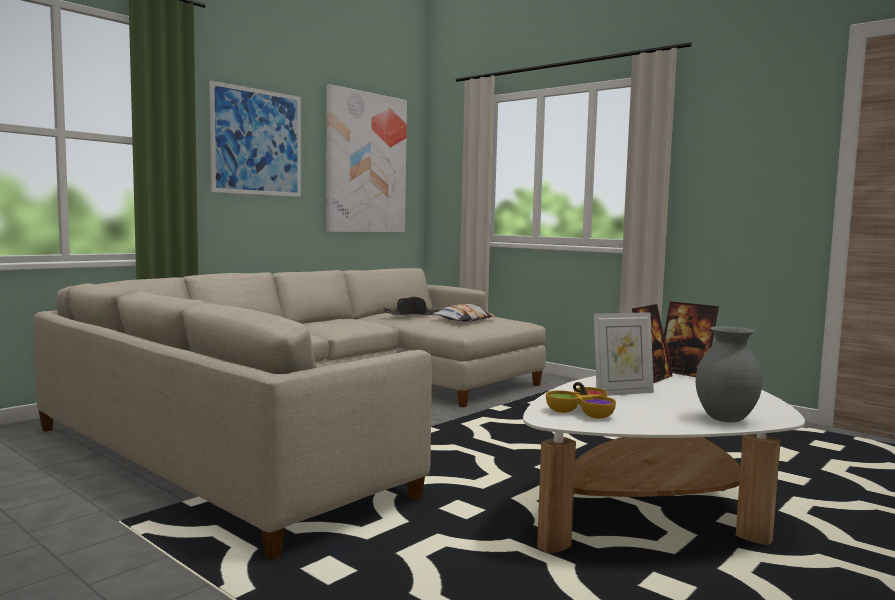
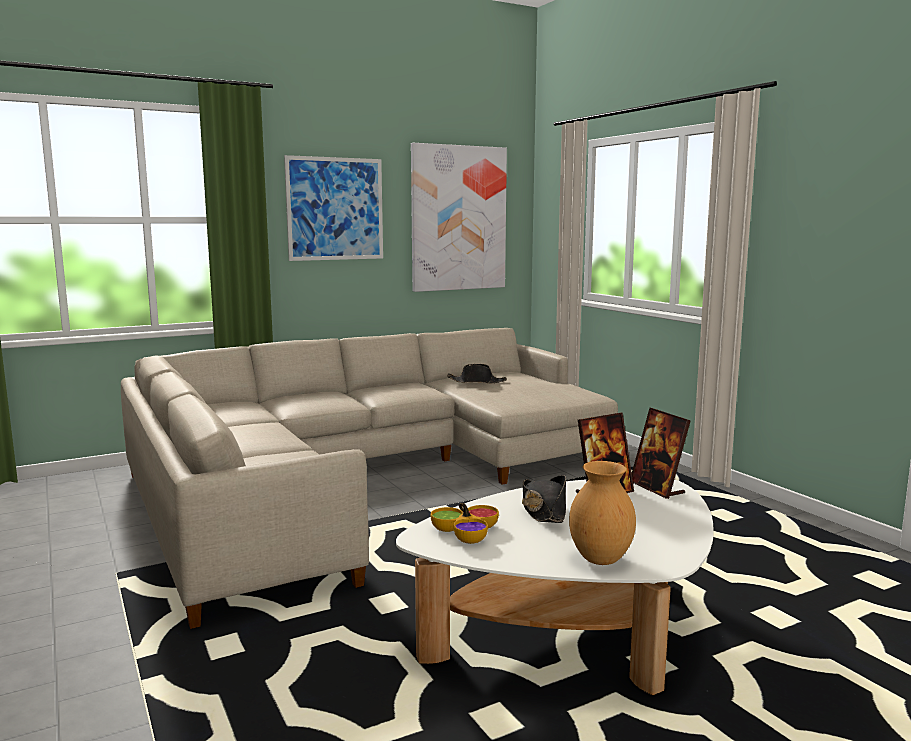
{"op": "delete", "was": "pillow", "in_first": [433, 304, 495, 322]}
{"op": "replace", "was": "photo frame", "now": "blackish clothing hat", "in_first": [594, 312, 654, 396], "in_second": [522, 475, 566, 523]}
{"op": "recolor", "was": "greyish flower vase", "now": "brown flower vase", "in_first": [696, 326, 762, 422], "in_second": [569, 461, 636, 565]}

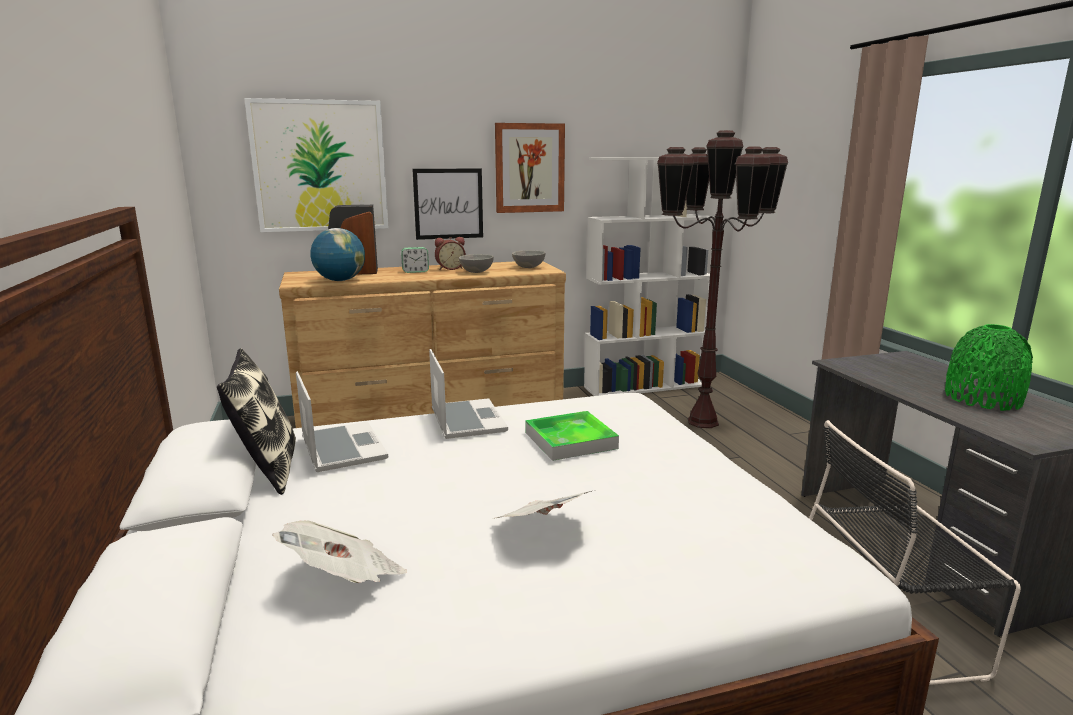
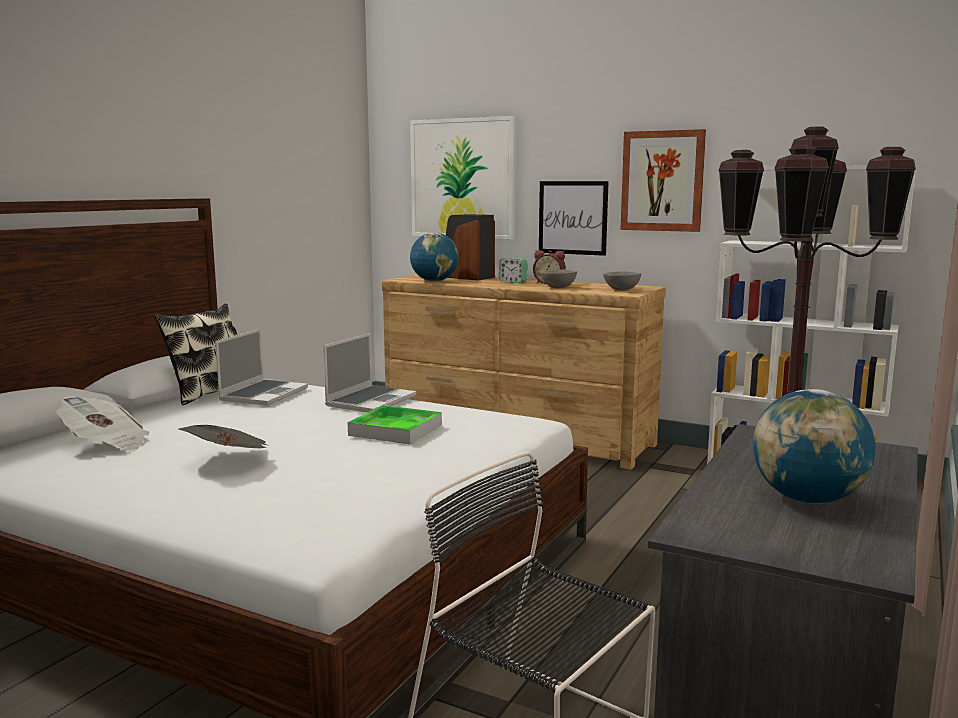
{"op": "replace", "was": "green-coloured flower vase", "now": "desk globe", "in_first": [945, 324, 1033, 411], "in_second": [753, 389, 876, 504]}

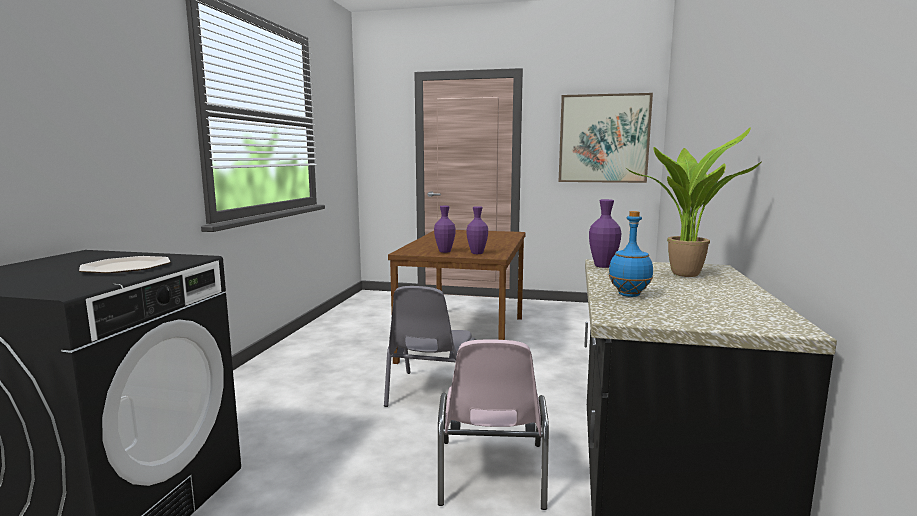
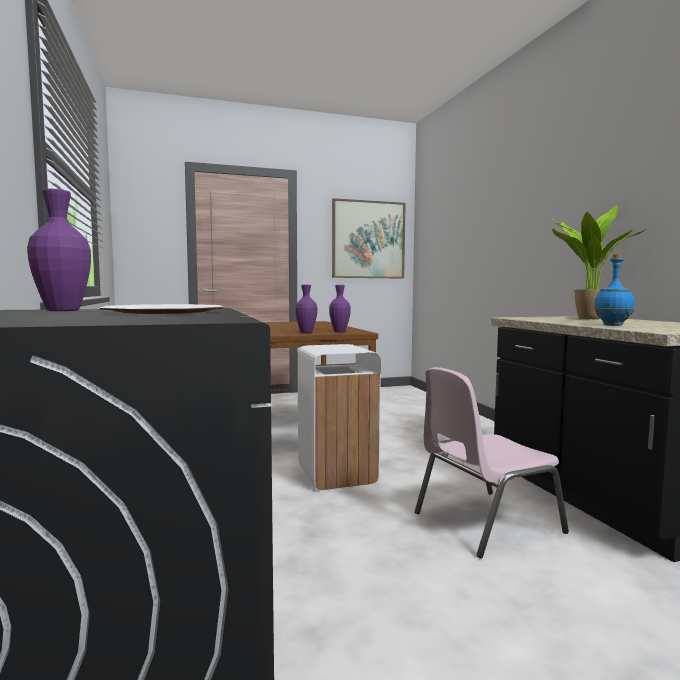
{"op": "replace", "was": "greyish upright chair", "now": "whitish rubbish bin", "in_first": [384, 286, 476, 407], "in_second": [298, 344, 381, 491]}
{"op": "rotate", "was": "pink-coloured upright chair", "in_first": [438, 339, 549, 510], "in_second": [415, 367, 569, 558], "clockwise": 90}
{"op": "move", "was": "purple flower vase", "in_first": [589, 199, 621, 268], "in_second": [27, 189, 91, 311]}

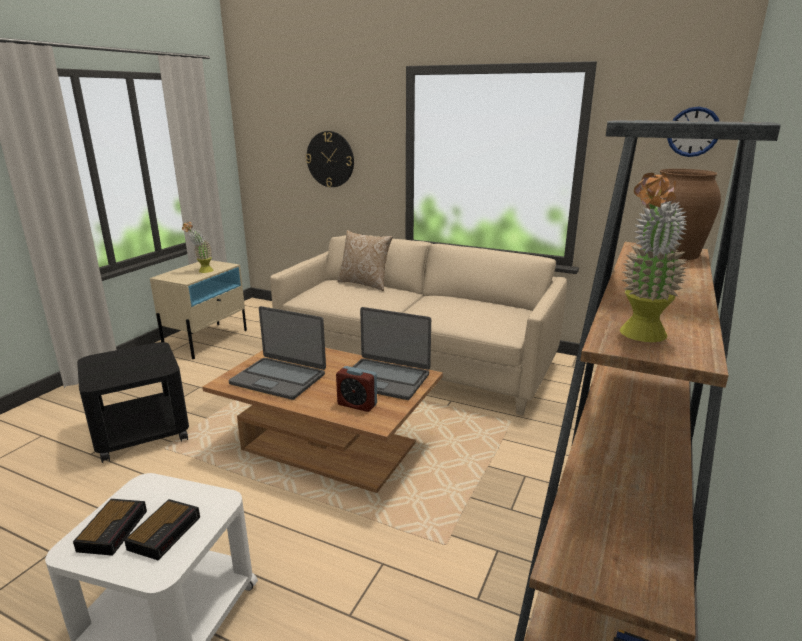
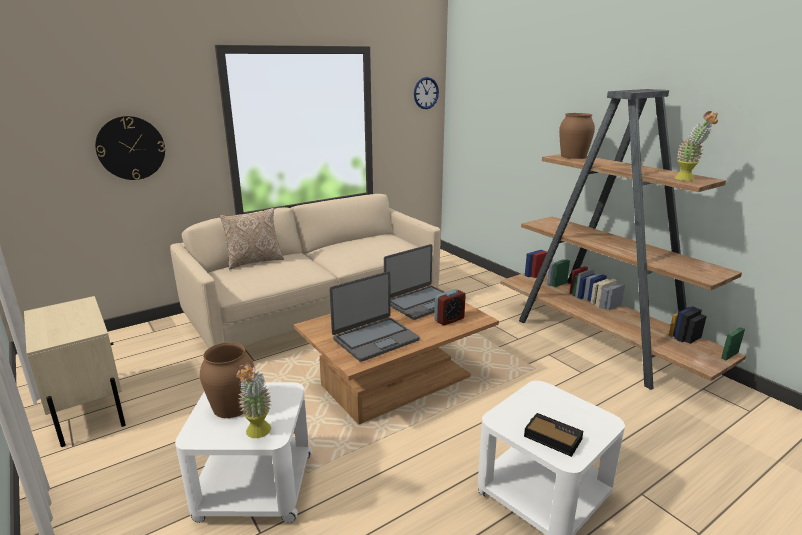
{"op": "recolor", "was": "blackish side table", "now": "whitish side table", "in_first": [77, 342, 189, 463], "in_second": [175, 382, 312, 523]}
{"op": "delete", "was": "alarm clock", "in_first": [124, 499, 200, 560]}
{"op": "move", "was": "houseplant", "in_first": [182, 222, 213, 273], "in_second": [236, 362, 271, 438]}
{"op": "insert", "now": "brown flower vase", "in_second": [200, 342, 254, 418]}

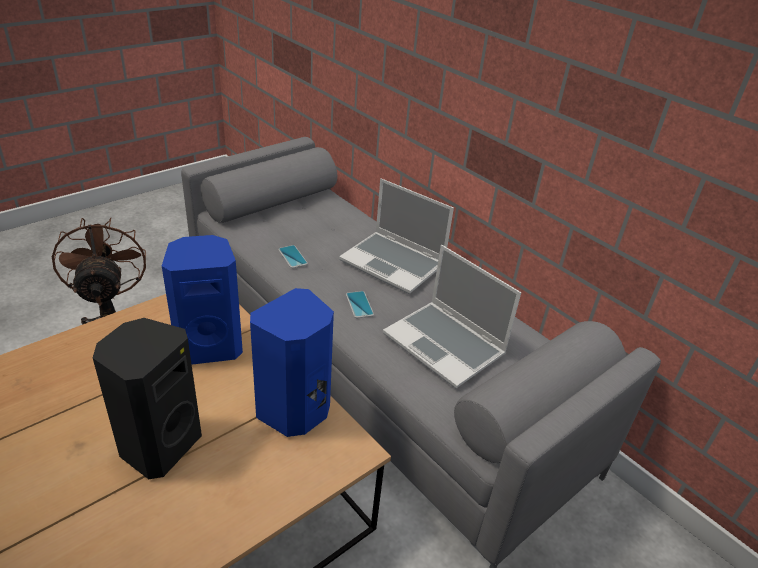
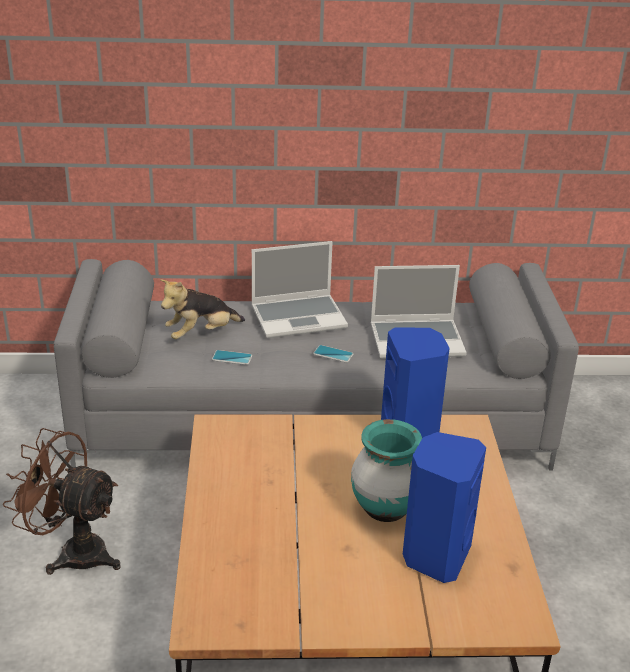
{"op": "replace", "was": "blackish audio speaker", "now": "turquoise-coloured flower vase", "in_first": [93, 318, 202, 479], "in_second": [351, 419, 422, 522]}
{"op": "move", "was": "bluish audio speaker", "in_first": [162, 235, 243, 364], "in_second": [403, 432, 486, 583]}
{"op": "insert", "now": "plush toy", "in_second": [160, 279, 245, 339]}

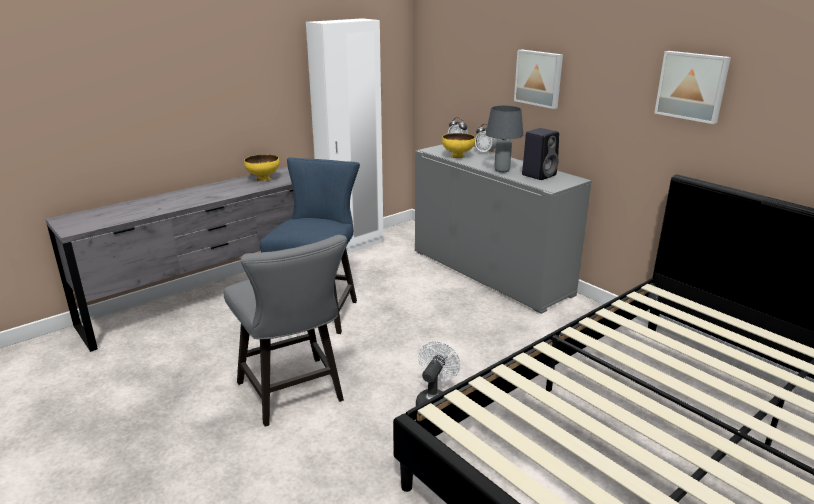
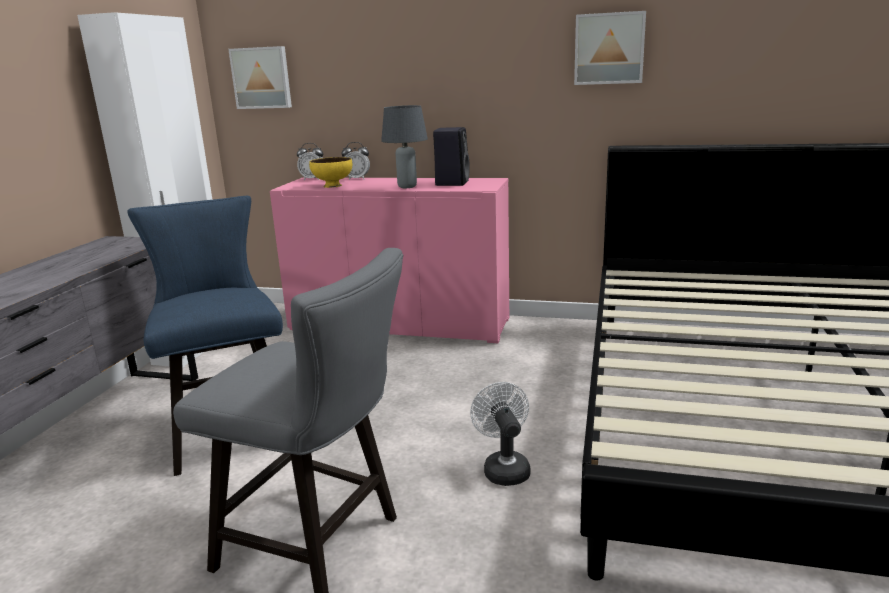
{"op": "delete", "was": "yellow-coloured deep dish", "in_first": [244, 154, 280, 181]}
{"op": "recolor", "was": "greyish cabinet", "now": "pink-coloured cabinet", "in_first": [415, 144, 592, 314], "in_second": [270, 178, 509, 343]}
{"op": "move", "was": "wall art", "in_first": [514, 49, 563, 109], "in_second": [228, 46, 292, 109]}

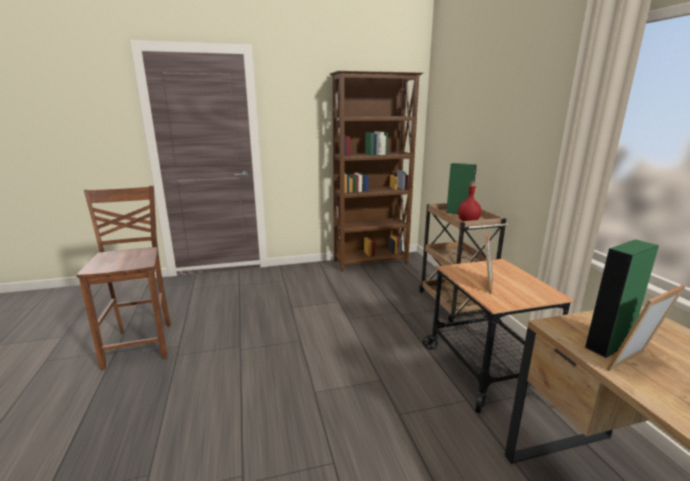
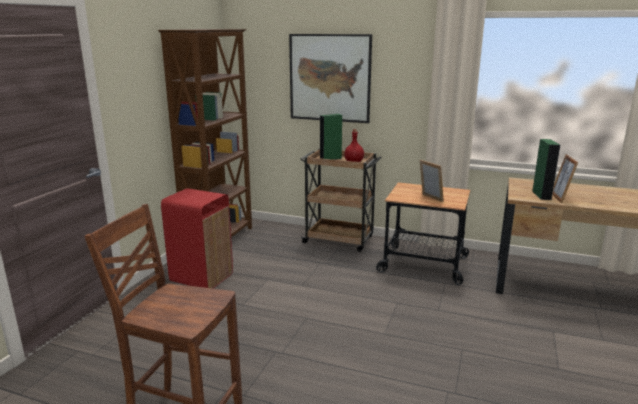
{"op": "insert", "now": "reddish rubbish bin", "in_second": [161, 188, 233, 288]}
{"op": "insert", "now": "wall art", "in_second": [289, 34, 372, 123]}

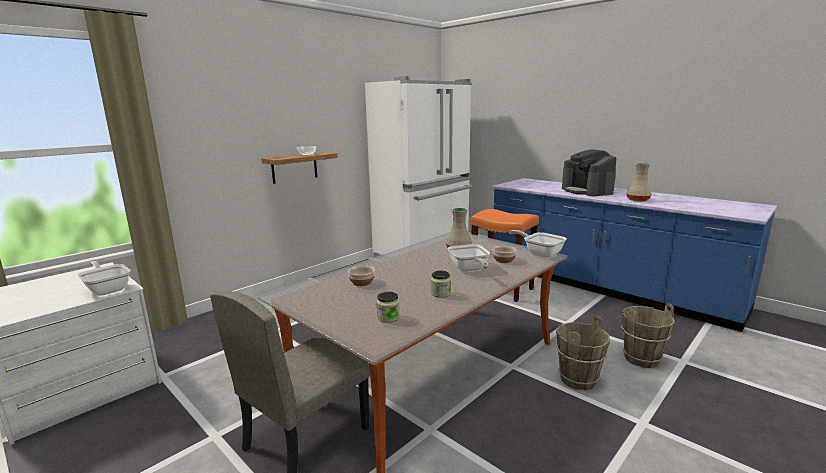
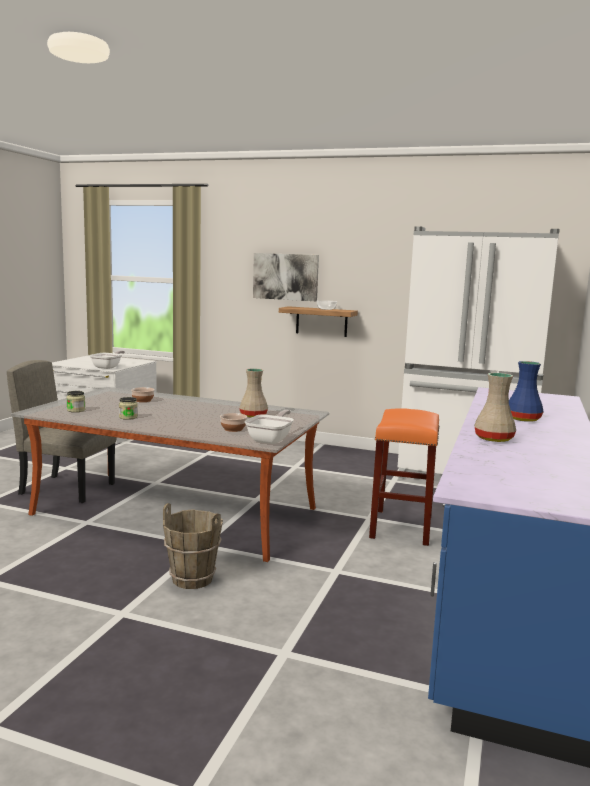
{"op": "delete", "was": "skillet", "in_first": [447, 244, 490, 271]}
{"op": "replace", "was": "coffee brewer", "now": "bluish flower vase", "in_first": [562, 149, 616, 196], "in_second": [509, 361, 544, 422]}
{"op": "delete", "was": "brown bucket", "in_first": [621, 303, 675, 368]}
{"op": "insert", "now": "wall art", "in_second": [253, 253, 319, 301]}

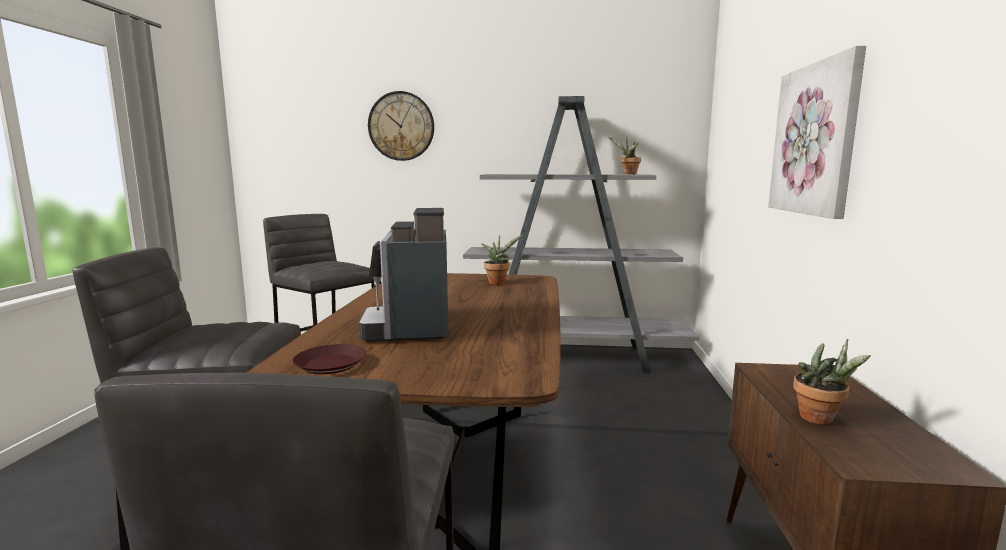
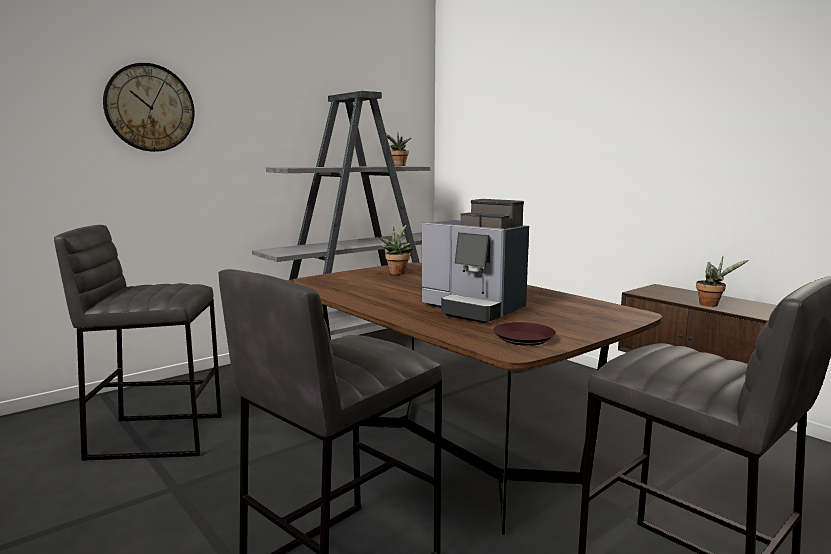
{"op": "delete", "was": "wall art", "in_first": [768, 46, 866, 219]}

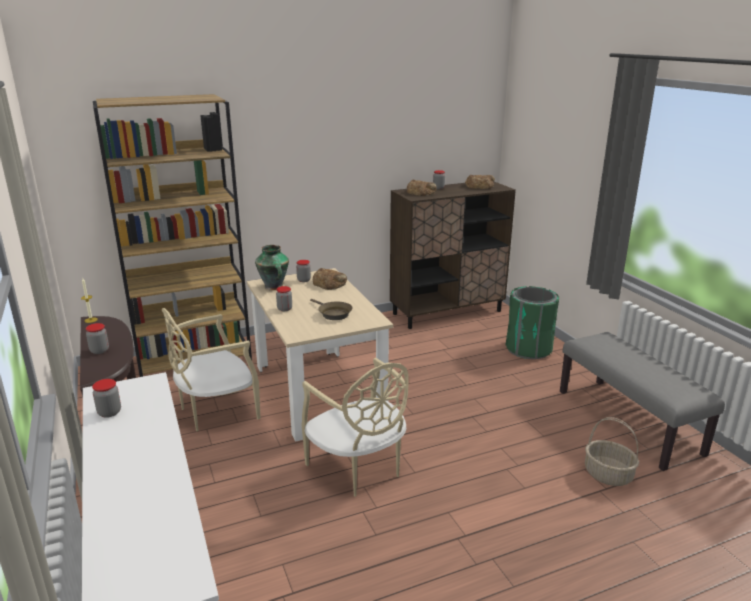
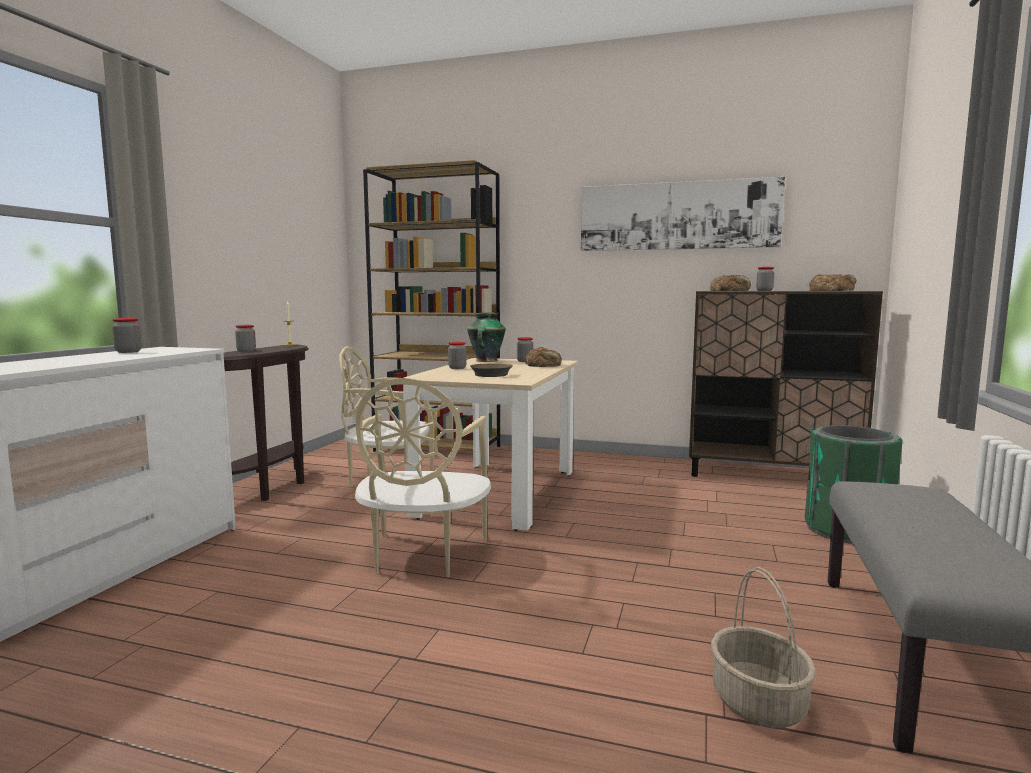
{"op": "insert", "now": "wall art", "in_second": [581, 177, 785, 251]}

